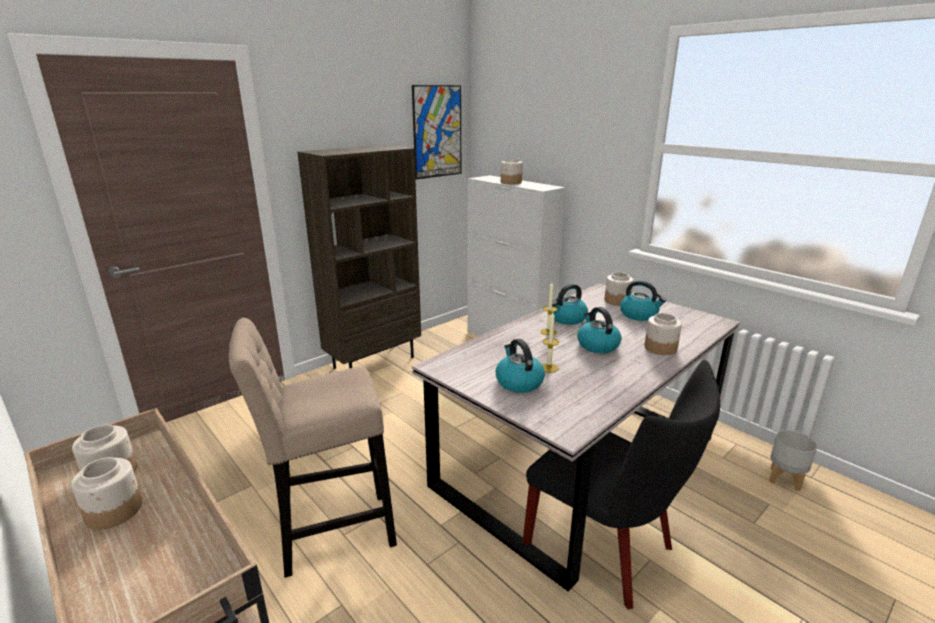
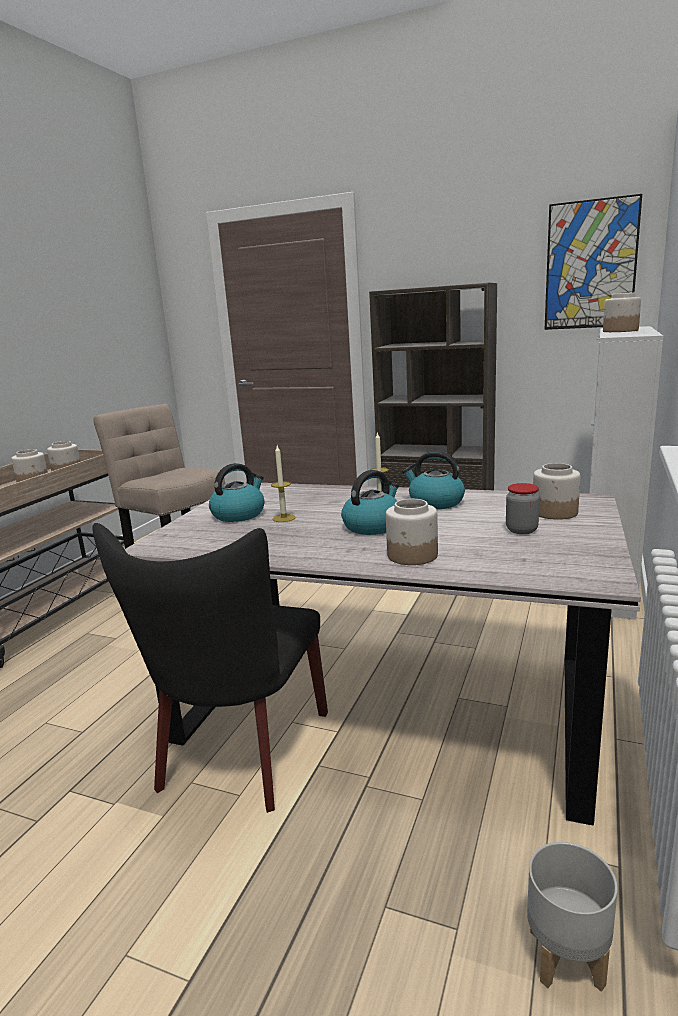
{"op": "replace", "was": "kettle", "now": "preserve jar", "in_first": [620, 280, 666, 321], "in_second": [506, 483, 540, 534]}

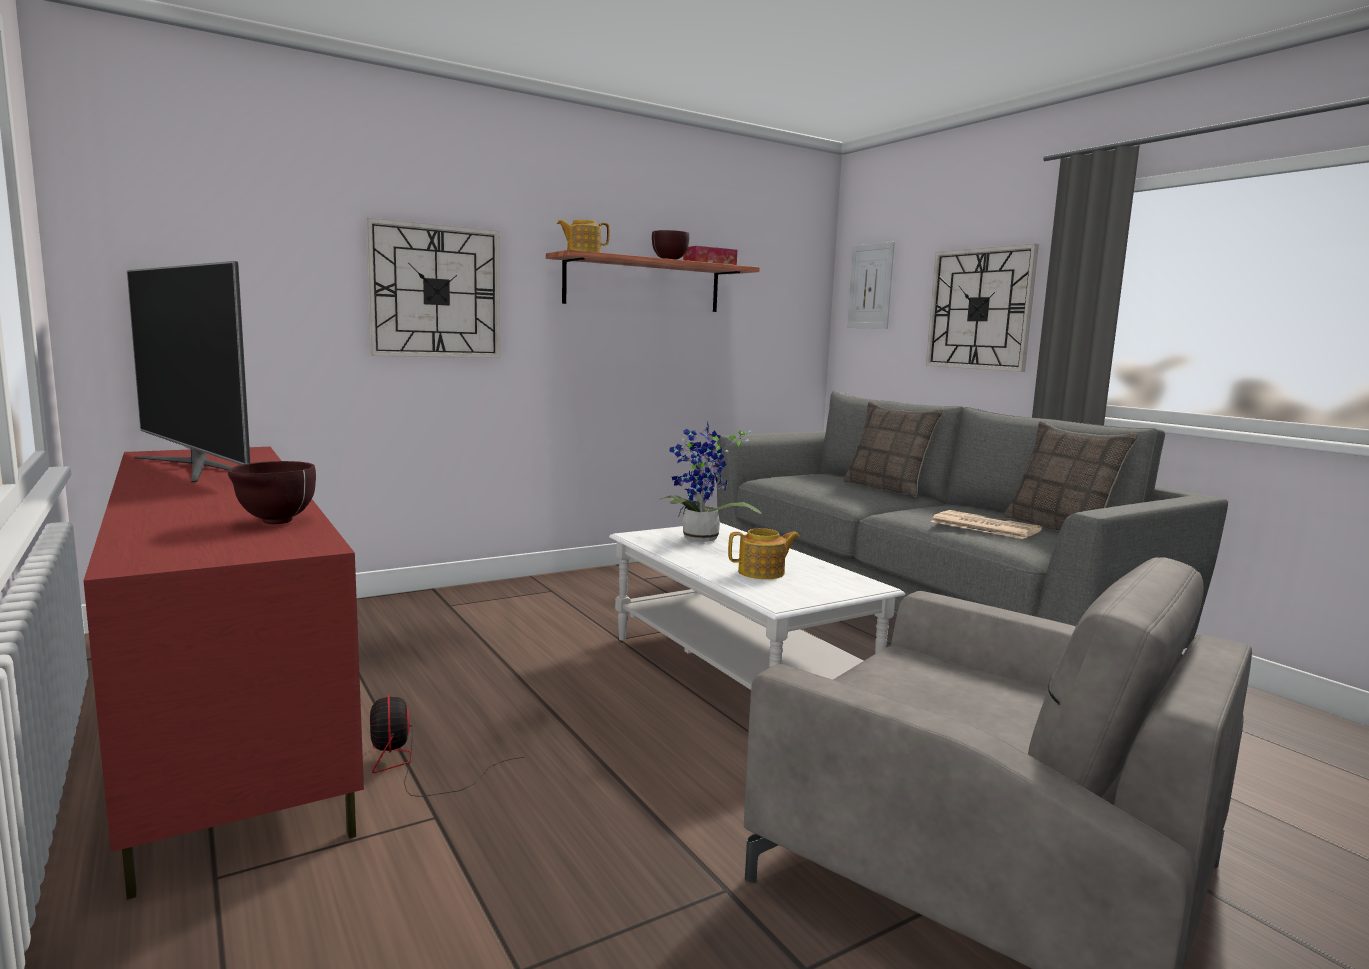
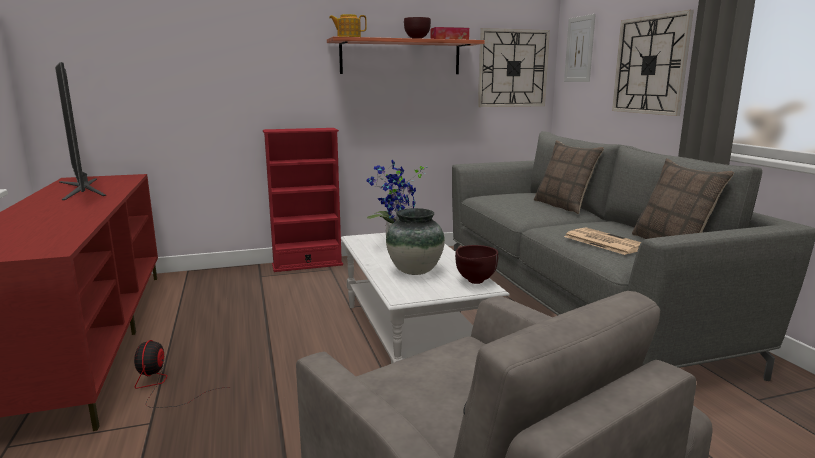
{"op": "move", "was": "brown deep dish", "in_first": [228, 461, 316, 524], "in_second": [455, 245, 499, 284]}
{"op": "move", "was": "wall clock", "in_first": [366, 218, 500, 358], "in_second": [478, 28, 550, 107]}
{"op": "replace", "was": "teapot", "now": "flower vase", "in_first": [728, 528, 800, 579], "in_second": [386, 208, 445, 275]}
{"op": "insert", "now": "reddish bookshelf", "in_second": [263, 128, 343, 272]}

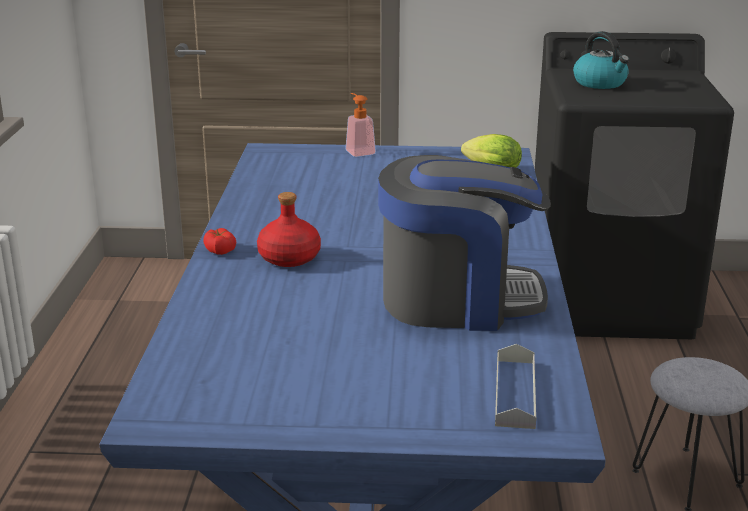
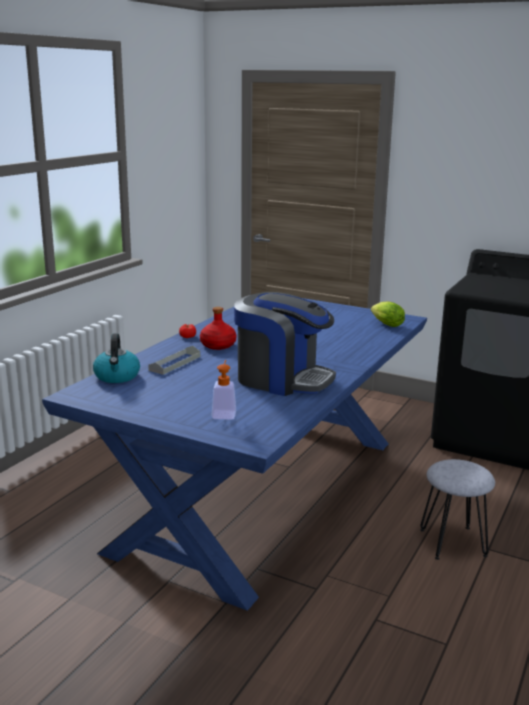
{"op": "move", "was": "soap dispenser", "in_first": [345, 93, 376, 157], "in_second": [211, 360, 236, 420]}
{"op": "move", "was": "greyish serving tray", "in_first": [495, 344, 536, 429], "in_second": [148, 346, 200, 375]}
{"op": "move", "was": "kettle", "in_first": [573, 31, 629, 89], "in_second": [93, 333, 140, 383]}

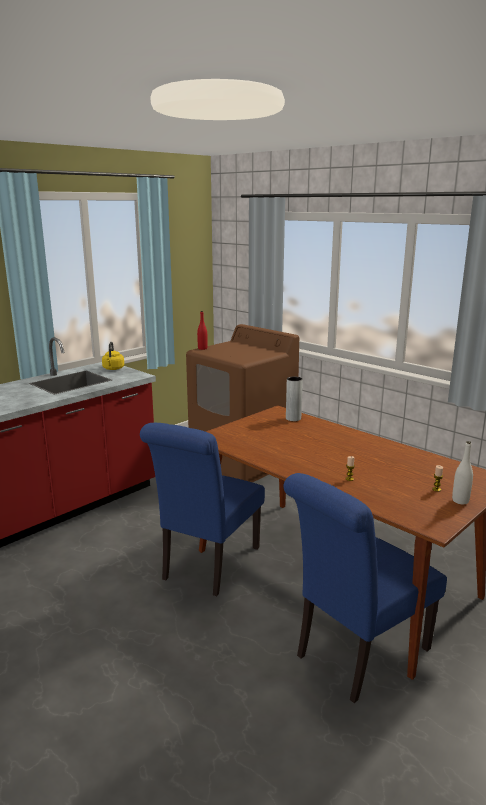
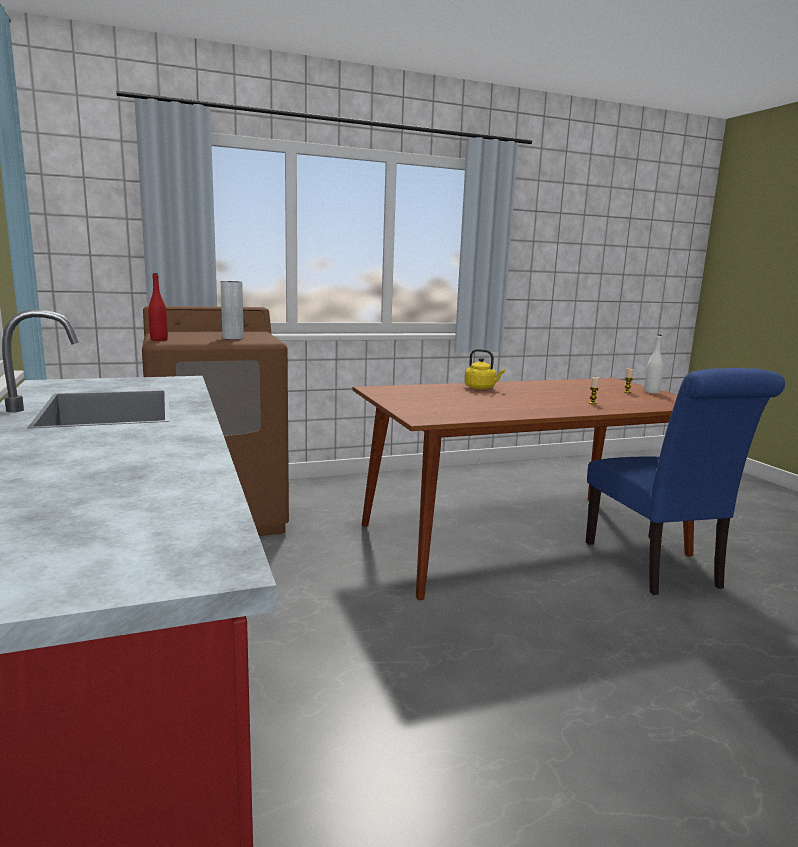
{"op": "move", "was": "yellow-coloured kettle", "in_first": [102, 342, 124, 370], "in_second": [464, 349, 505, 389]}
{"op": "delete", "was": "bluish upright chair", "in_first": [140, 423, 265, 596]}
{"op": "move", "was": "greyish flower vase", "in_first": [286, 376, 303, 421], "in_second": [221, 281, 244, 340]}

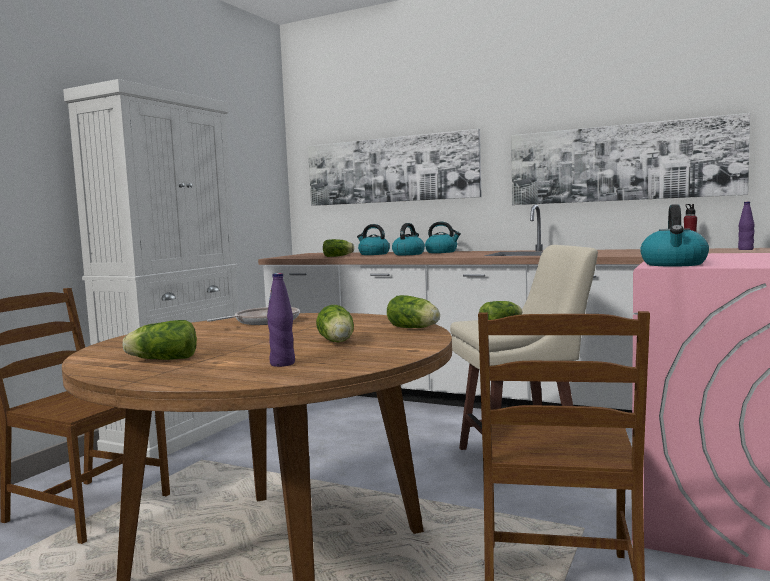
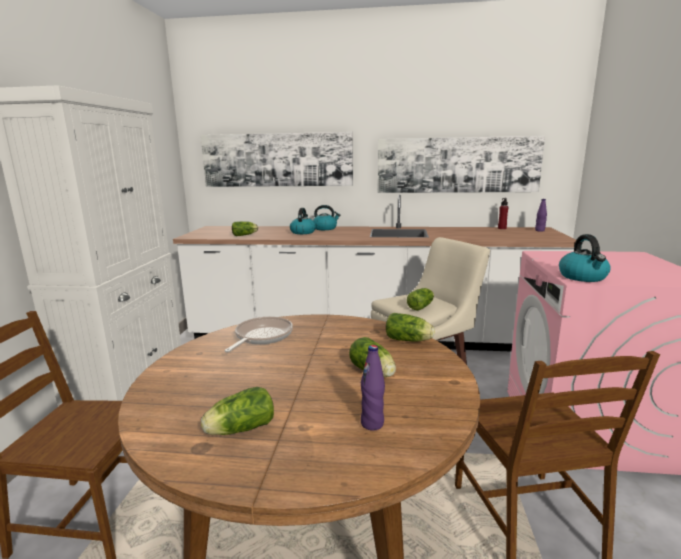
{"op": "delete", "was": "kettle", "in_first": [357, 224, 390, 255]}

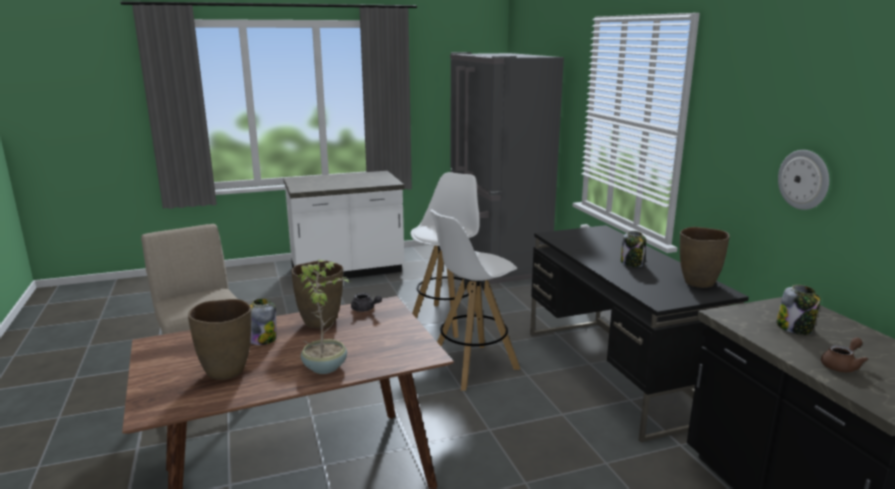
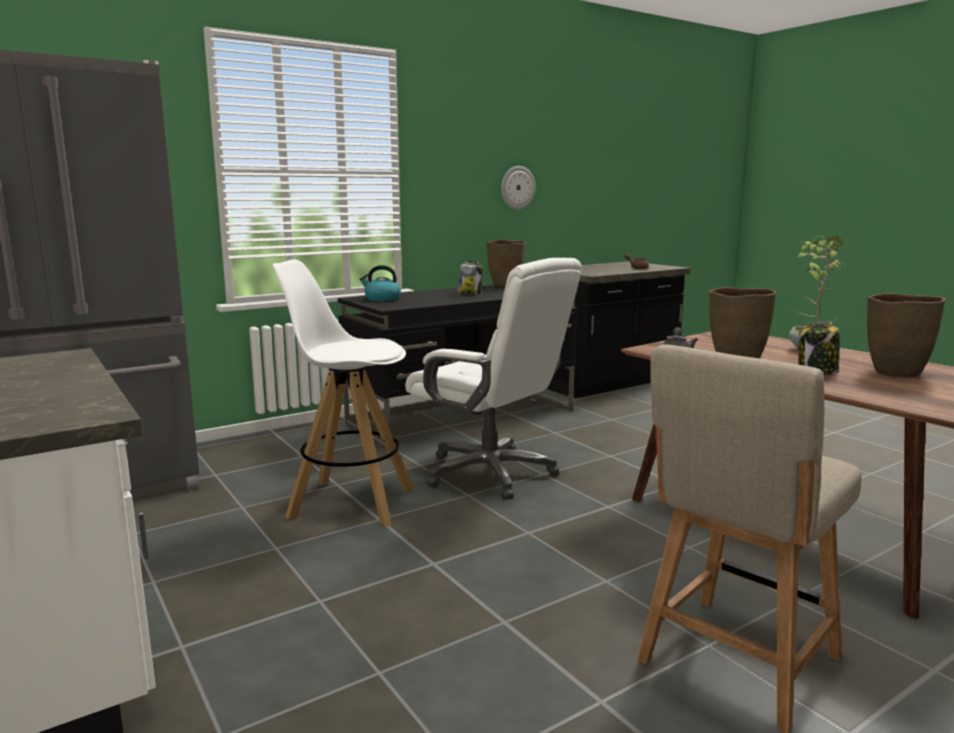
{"op": "replace", "was": "whitish stool seat", "now": "whitish computer chair", "in_first": [430, 210, 520, 391], "in_second": [405, 258, 582, 500]}
{"op": "delete", "was": "preserve jar", "in_first": [776, 285, 821, 335]}
{"op": "insert", "now": "kettle", "in_second": [359, 265, 401, 301]}

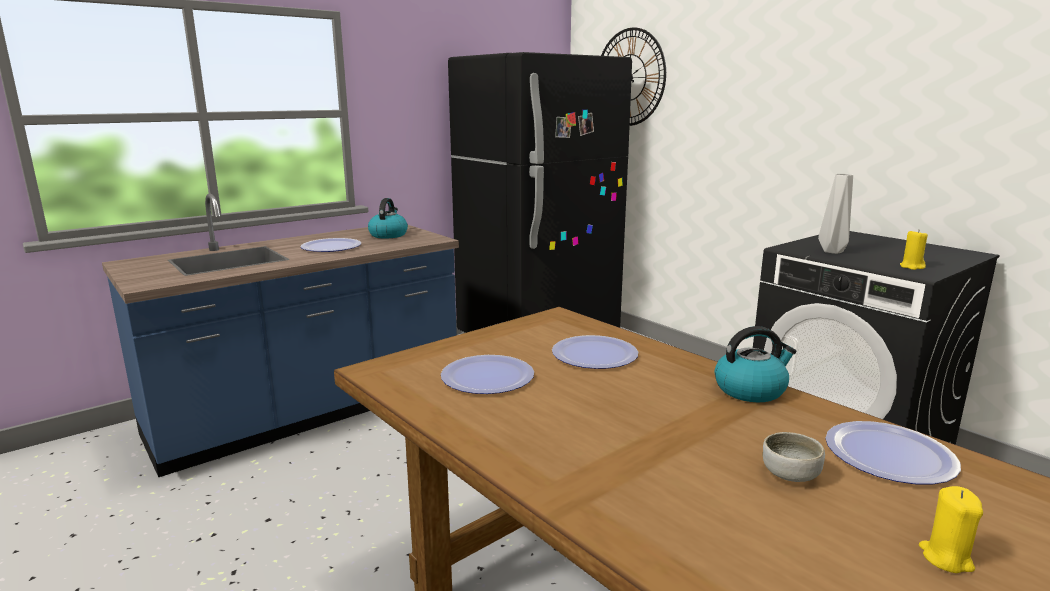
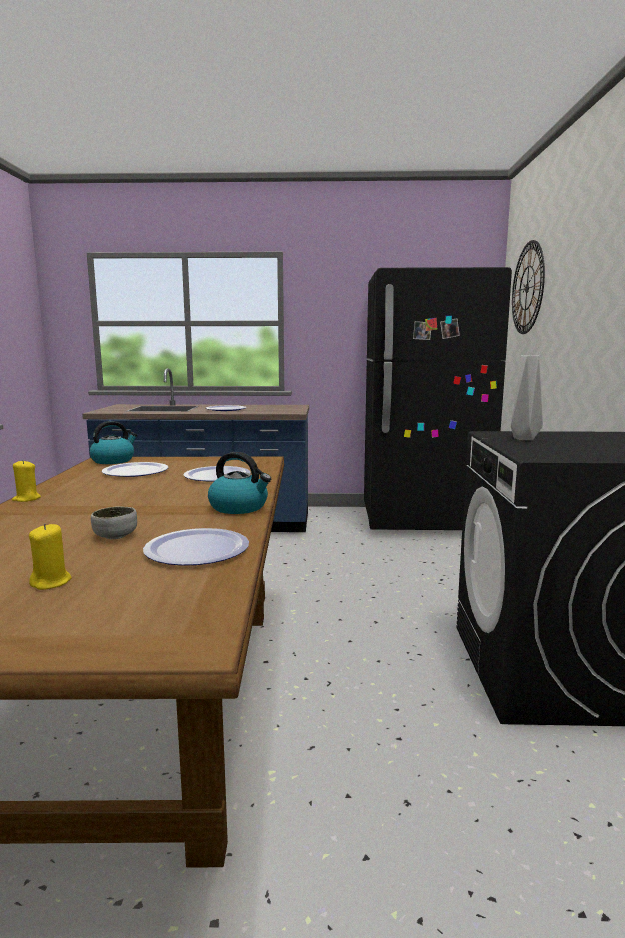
{"op": "move", "was": "kettle", "in_first": [368, 198, 408, 238], "in_second": [89, 421, 137, 464]}
{"op": "move", "was": "yellow-coloured wax candle", "in_first": [900, 229, 928, 270], "in_second": [12, 460, 41, 502]}

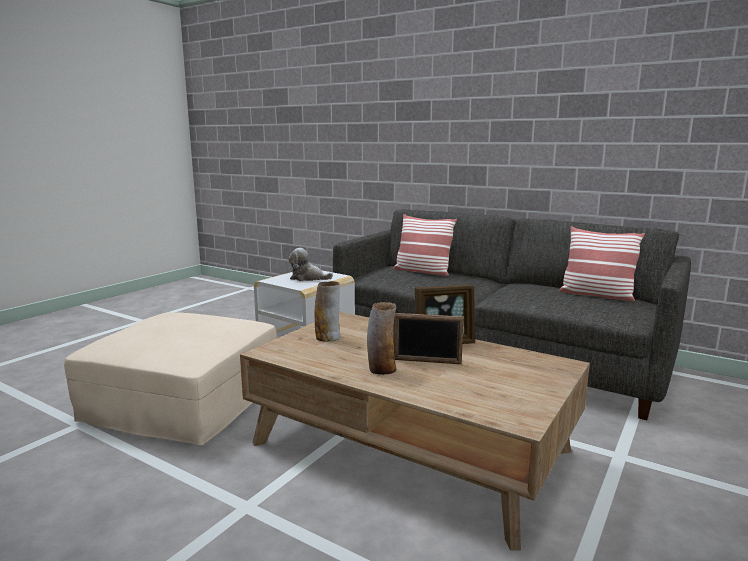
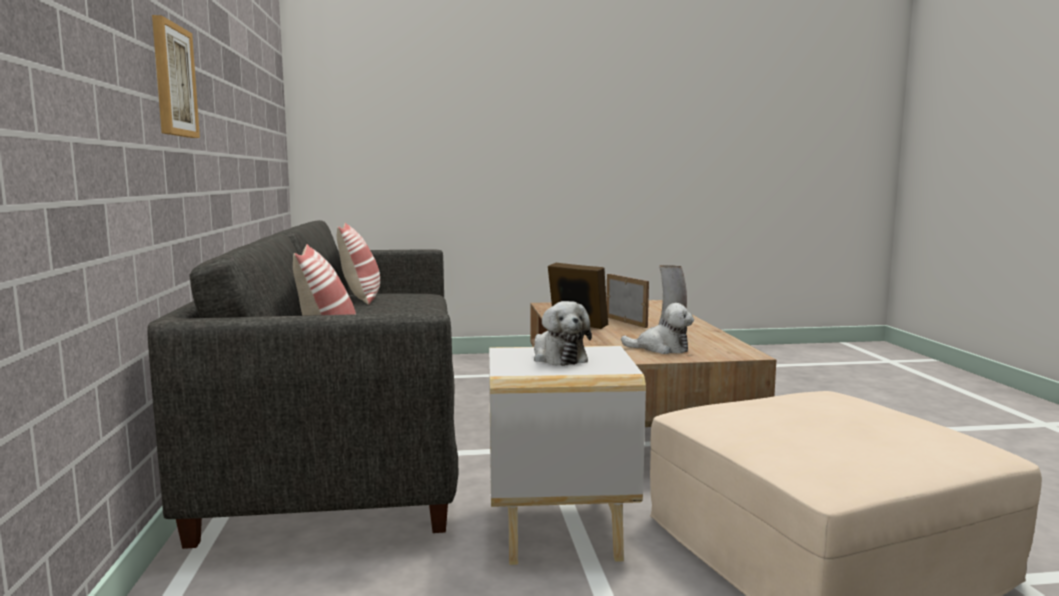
{"op": "replace", "was": "flower vase", "now": "plush toy", "in_first": [315, 281, 340, 342], "in_second": [621, 303, 694, 354]}
{"op": "insert", "now": "wall art", "in_second": [152, 15, 200, 138]}

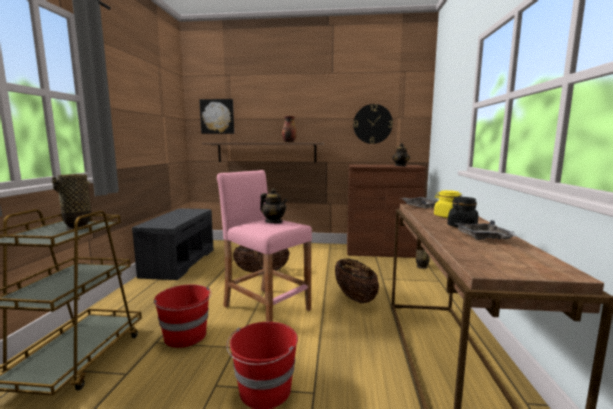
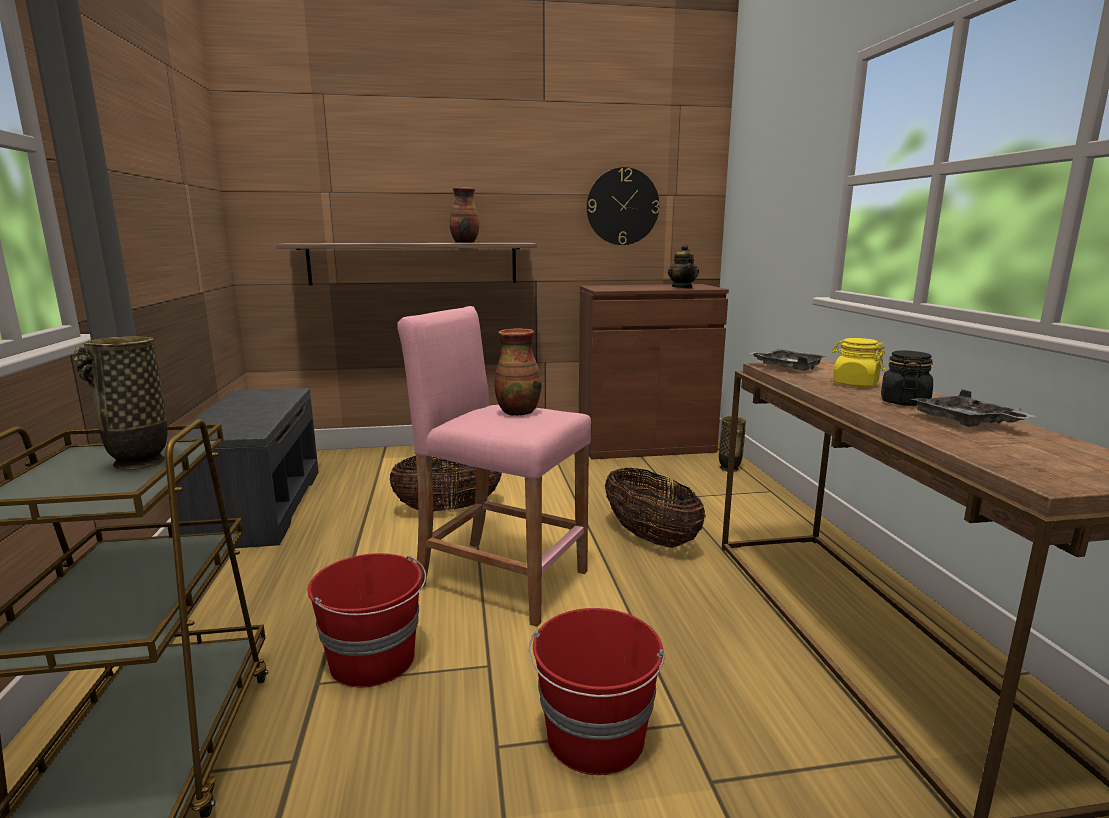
{"op": "delete", "was": "wall art", "in_first": [199, 99, 234, 134]}
{"op": "replace", "was": "teapot", "now": "flower vase", "in_first": [260, 188, 288, 223], "in_second": [494, 328, 542, 416]}

